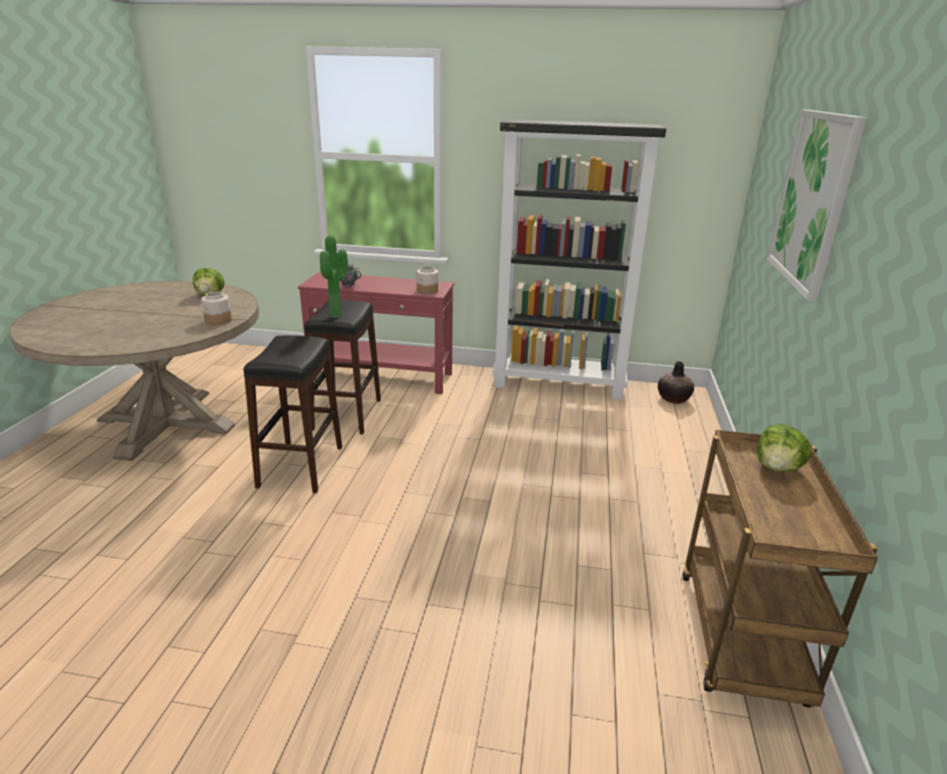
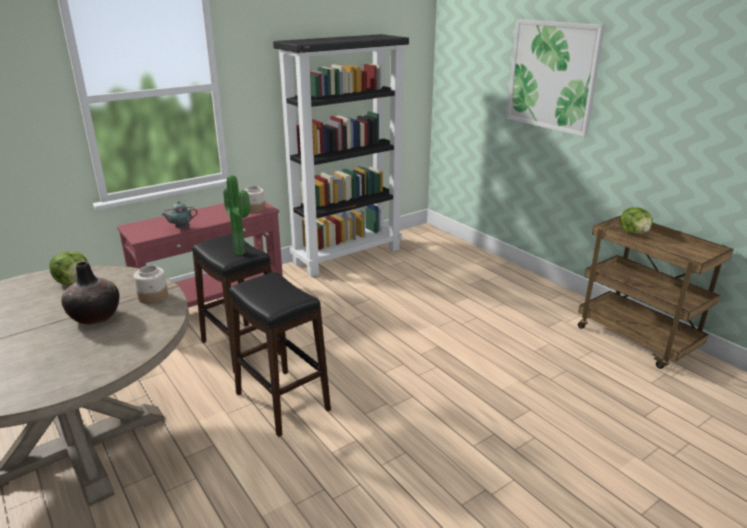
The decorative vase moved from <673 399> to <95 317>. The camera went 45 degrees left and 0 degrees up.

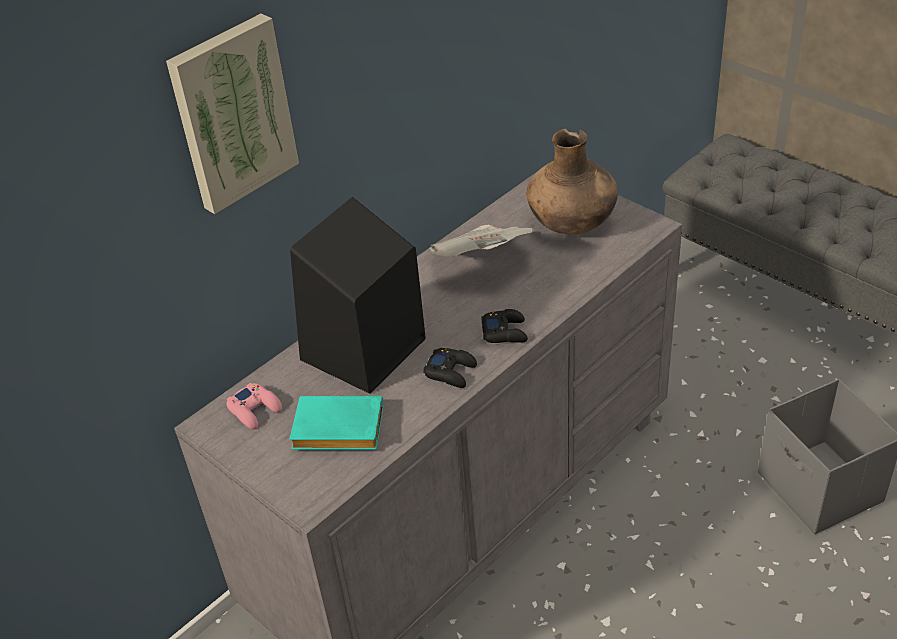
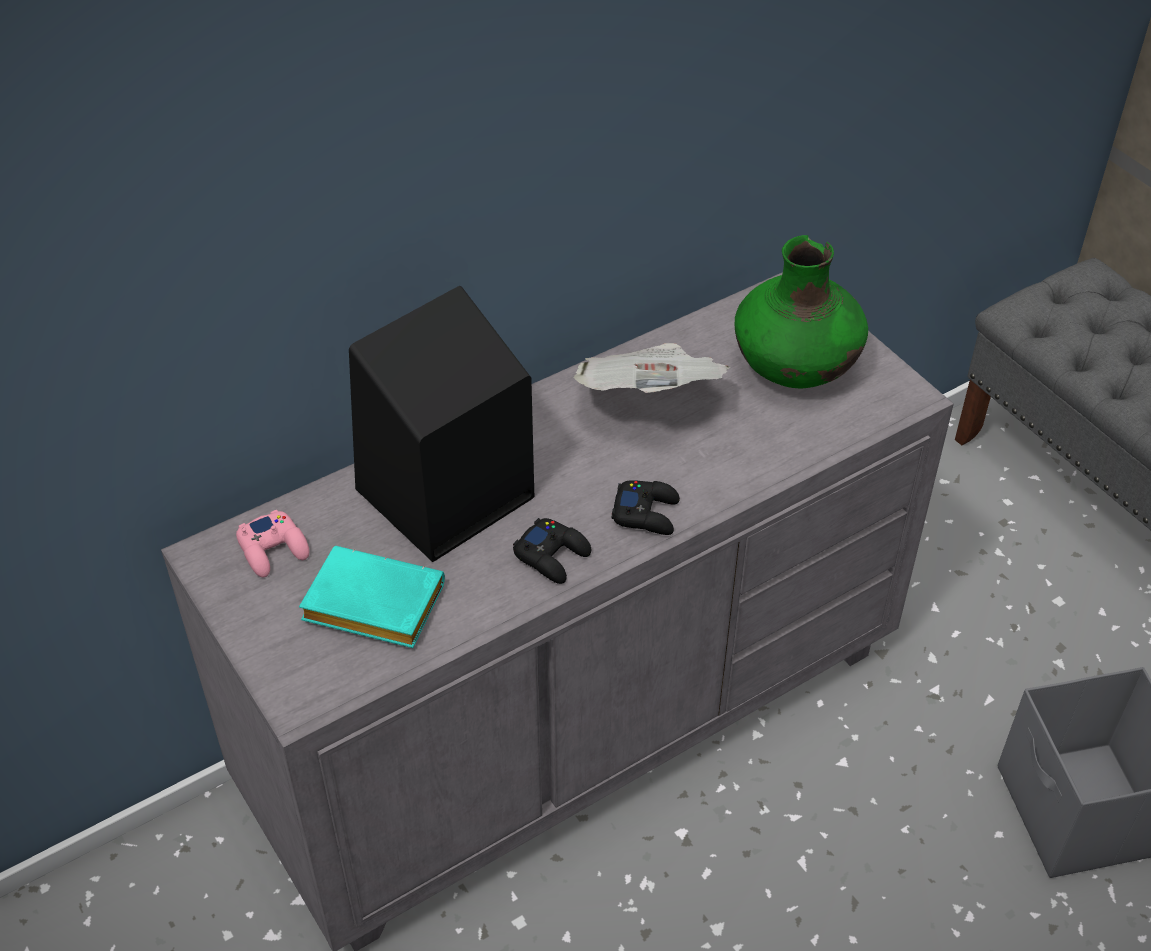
The wall picture at <232 113> disappeared. The decorative vase in brown at <572 224> became the decorative vase in greenish at <795 369>. The camera went 10 degrees right and 5 degrees up.

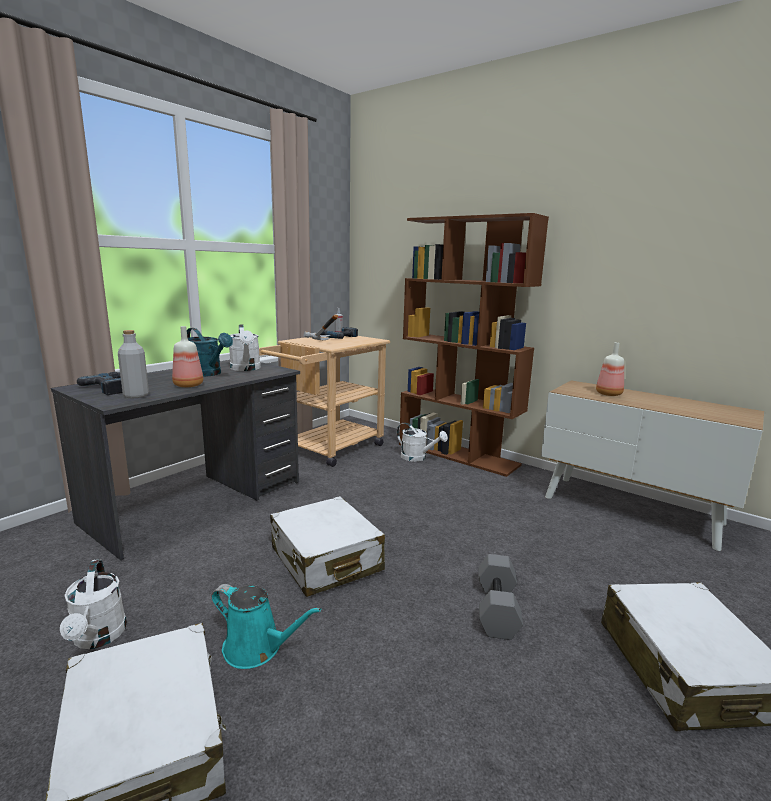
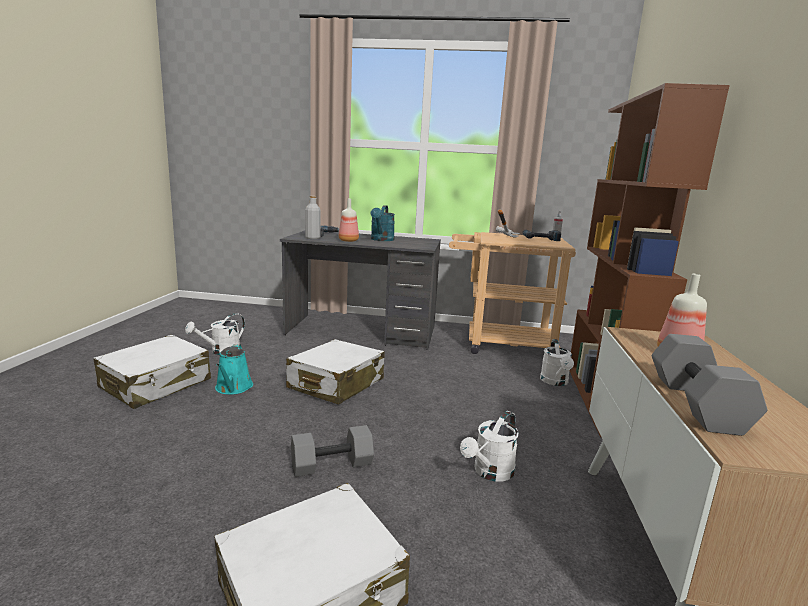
The dumbbell in gray at <693 403> appeared. The sprinkling can in white-coloured moved from <246 369> to <490 473>. The camera went 60 degrees right and 0 degrees up.

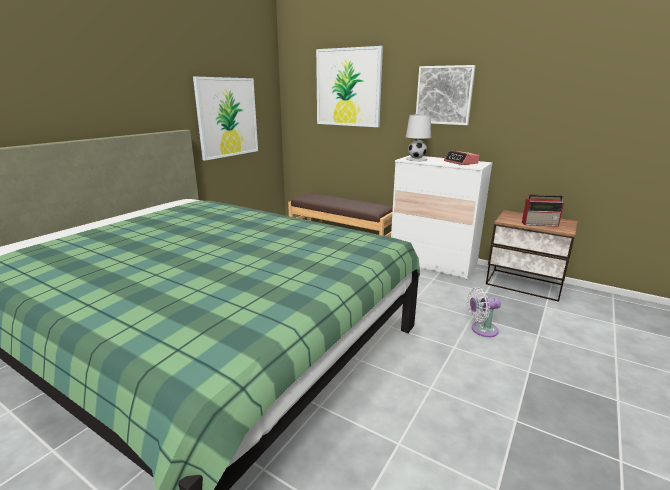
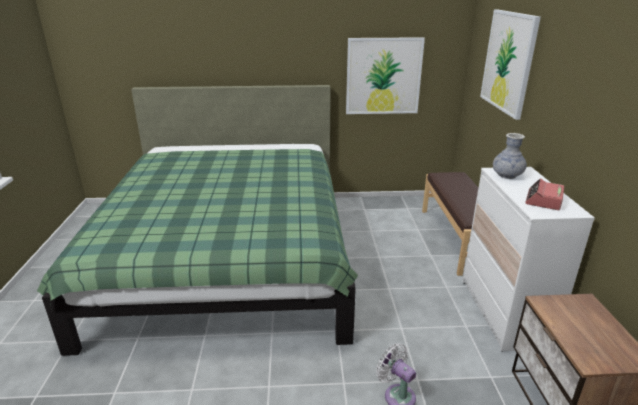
The wall picture at <444 95> disappeared. The radio at <540 224> disappeared. The table lamp in white-coloured at <416 159> was replaced by the decorative vase at <507 175>. The camera went 55 degrees right and 5 degrees up.

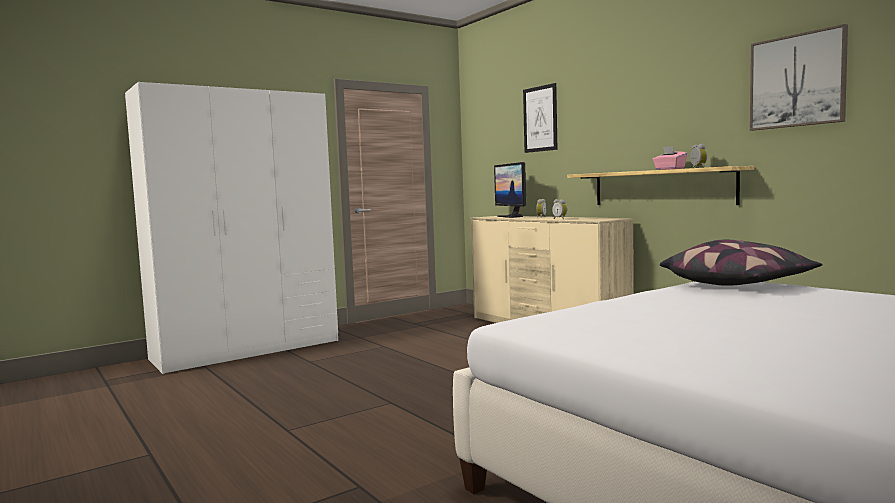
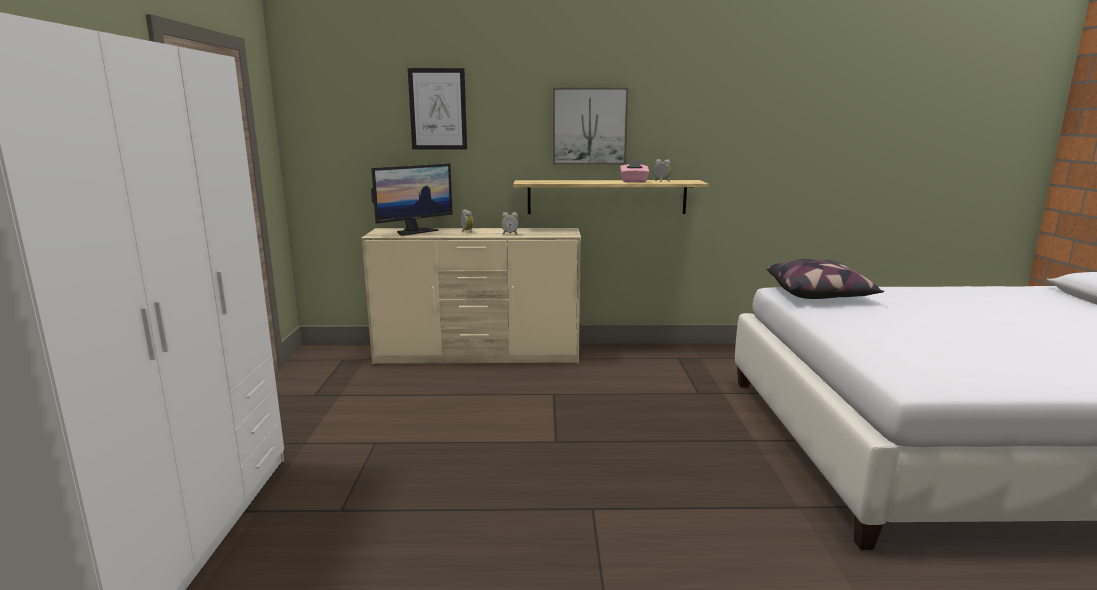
The wall picture moved from <797 81> to <589 126>. The computer screen at <512 216> turned 60 degrees counterclockwise. The camera went 55 degrees left and 10 degrees up.

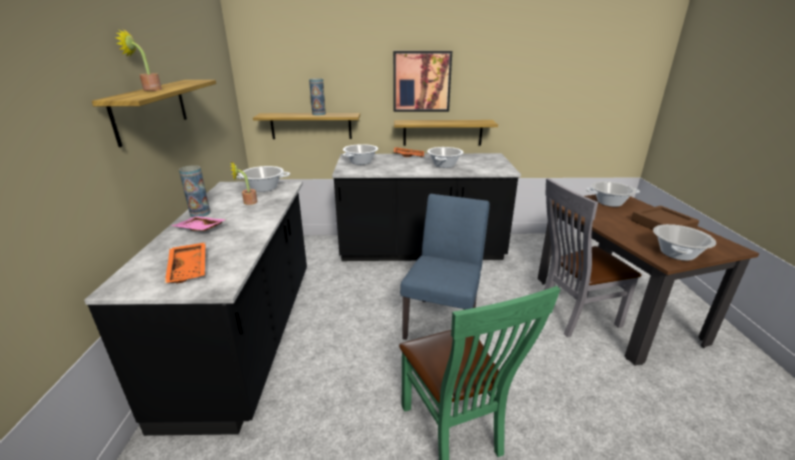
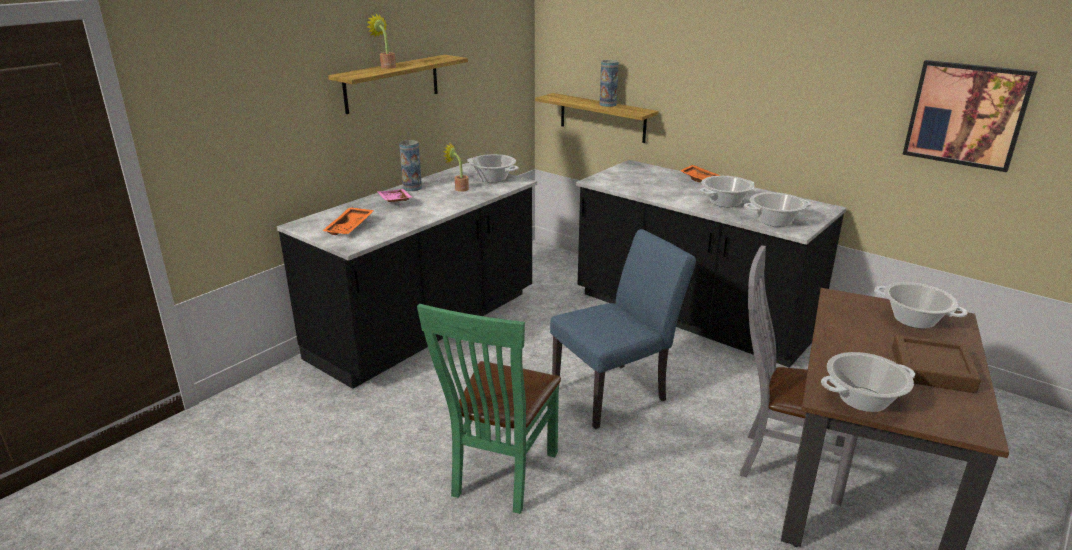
The wall shelf at <442 132> disappeared. The saucepot moved from <361 162> to <775 221>. The wall picture moved from <421 81> to <966 114>. The camera went 40 degrees right and 0 degrees up.

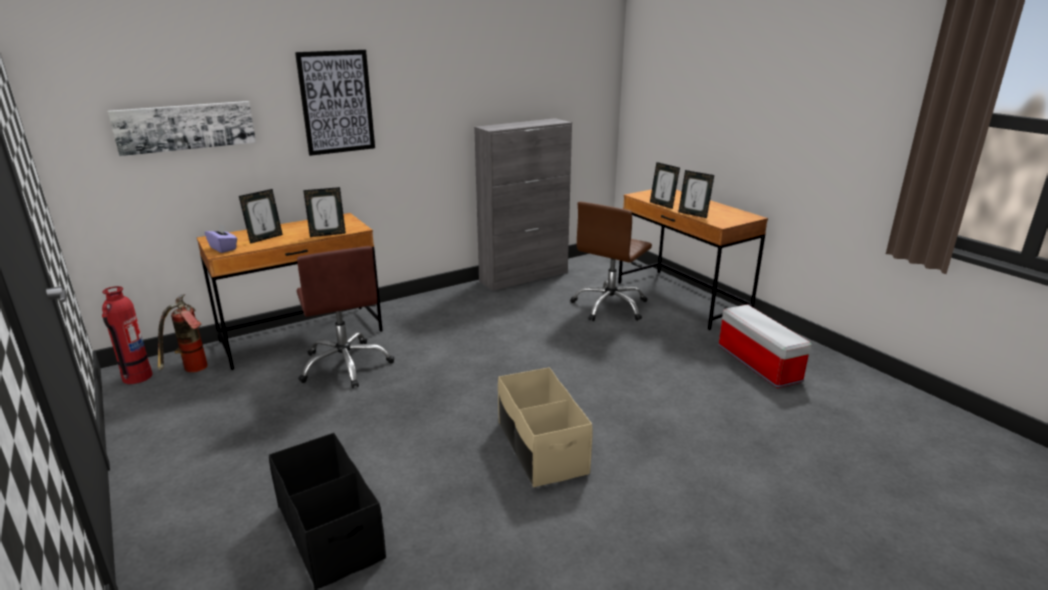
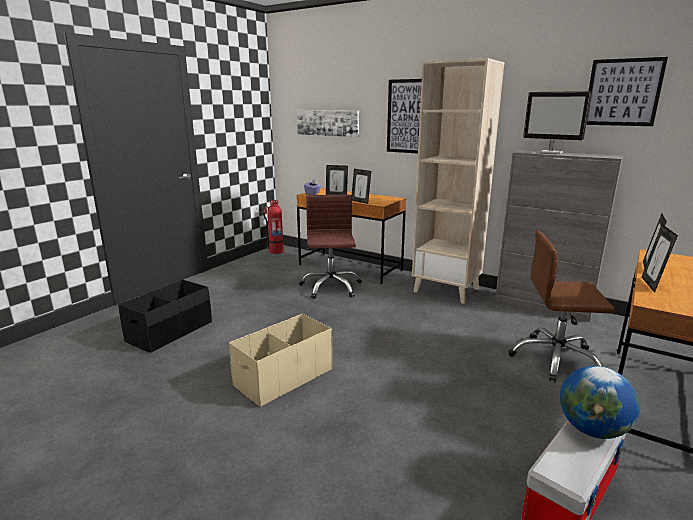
The fire extinguisher at <191 371> disappeared. The bookshelf in beige-coloured at <446 290> appeared. The computer screen at <550 153> appeared. The world globe at <592 430> appeared. The wall picture at <623 92> appeared. The computer chair in brown at <346 365> turned 135 degrees clockwise. The camera went 65 degrees right and 5 degrees down.

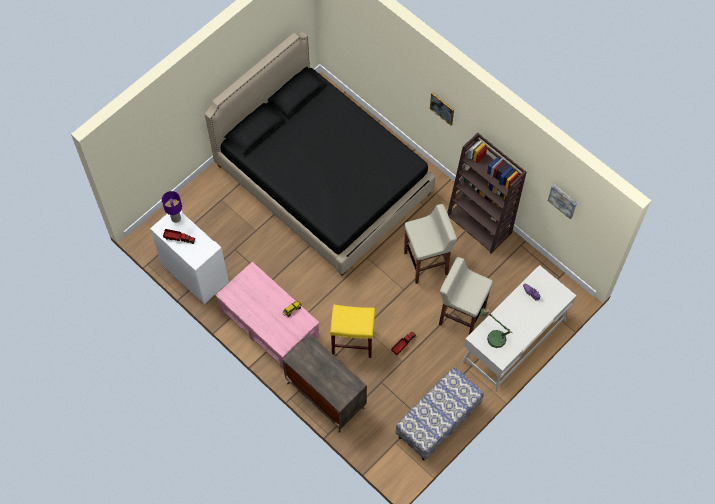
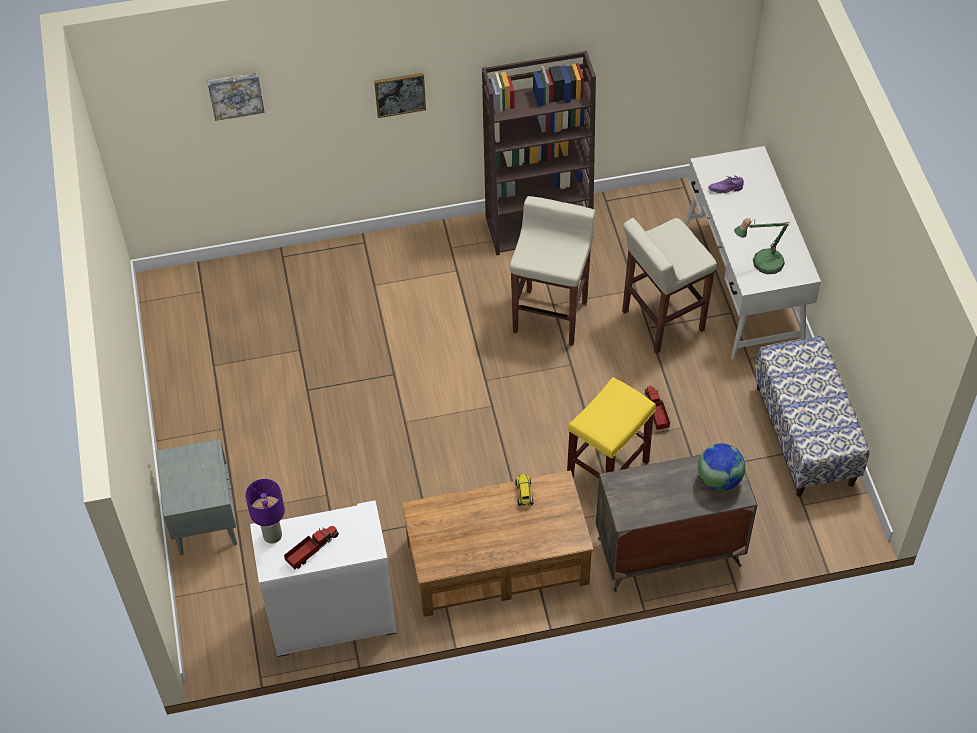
The sleeping bed in blackish at <323 179> disappeared. The night table in gray at <205 523> appeared. The world globe at <719 479> appeared. The wall picture moved from <563 200> to <235 94>. The lounge table in pinkish at <269 323> became the lounge table in brown at <496 561>. The camera went 55 degrees left and 10 degrees down.

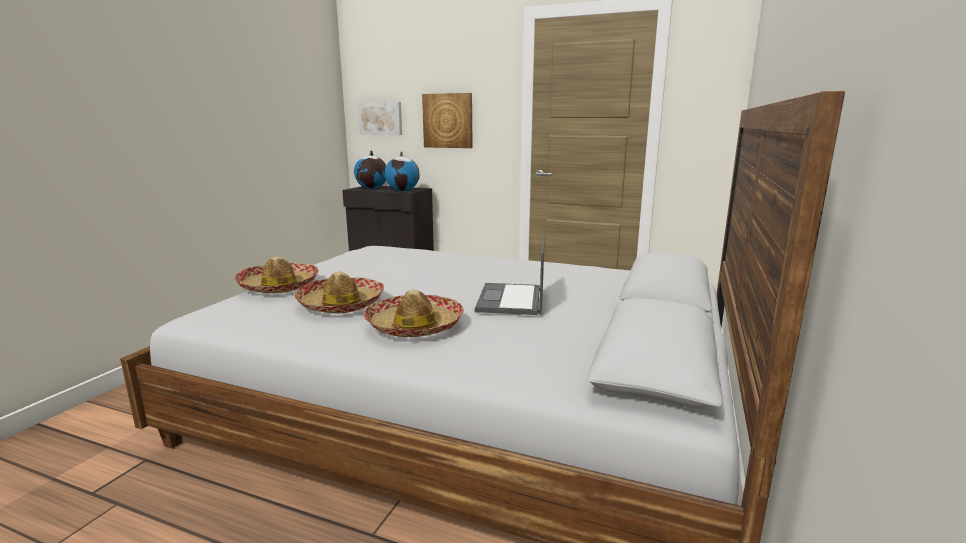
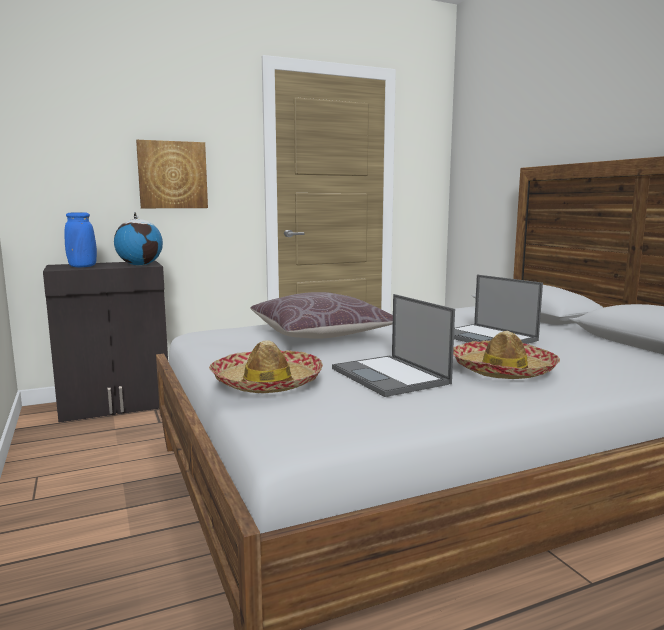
The wall picture at <381 118> disappeared. The cushion in brown at <320 335> appeared. The wearable hat at <341 304> was replaced by the portable computer at <391 376>. The world globe at <372 188> was replaced by the decorative vase in blue-coloured at <82 267>. The camera went 45 degrees left and 5 degrees down.

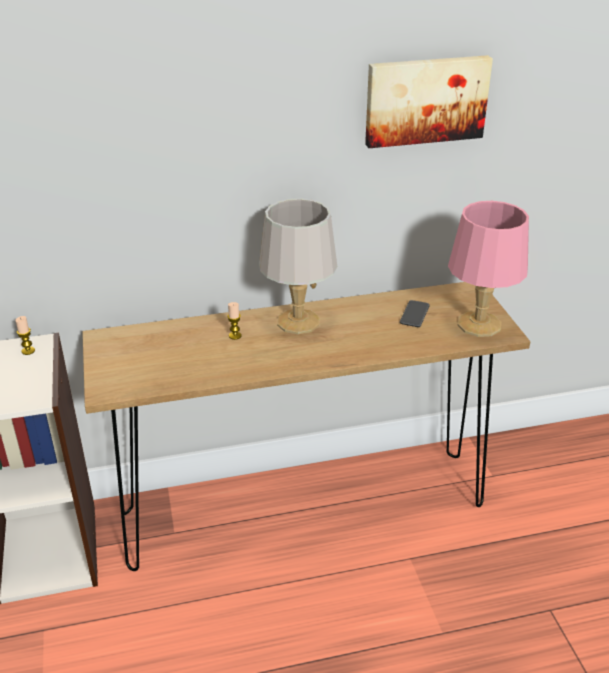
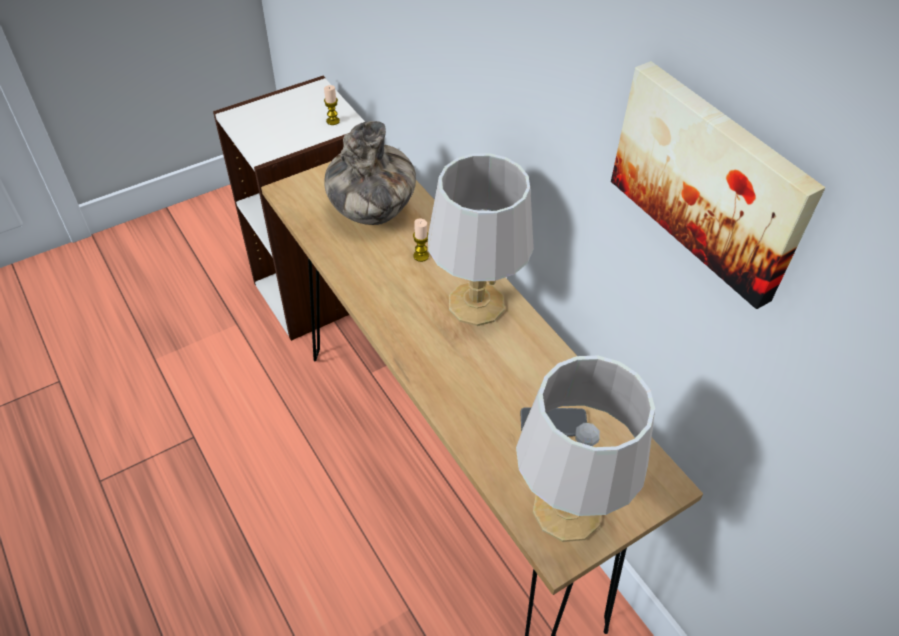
The decorative vase at <373 212> appeared. The table lamp in pinkish at <478 324> became the table lamp in gray at <566 508>. The camera went 70 degrees right and 15 degrees up.

